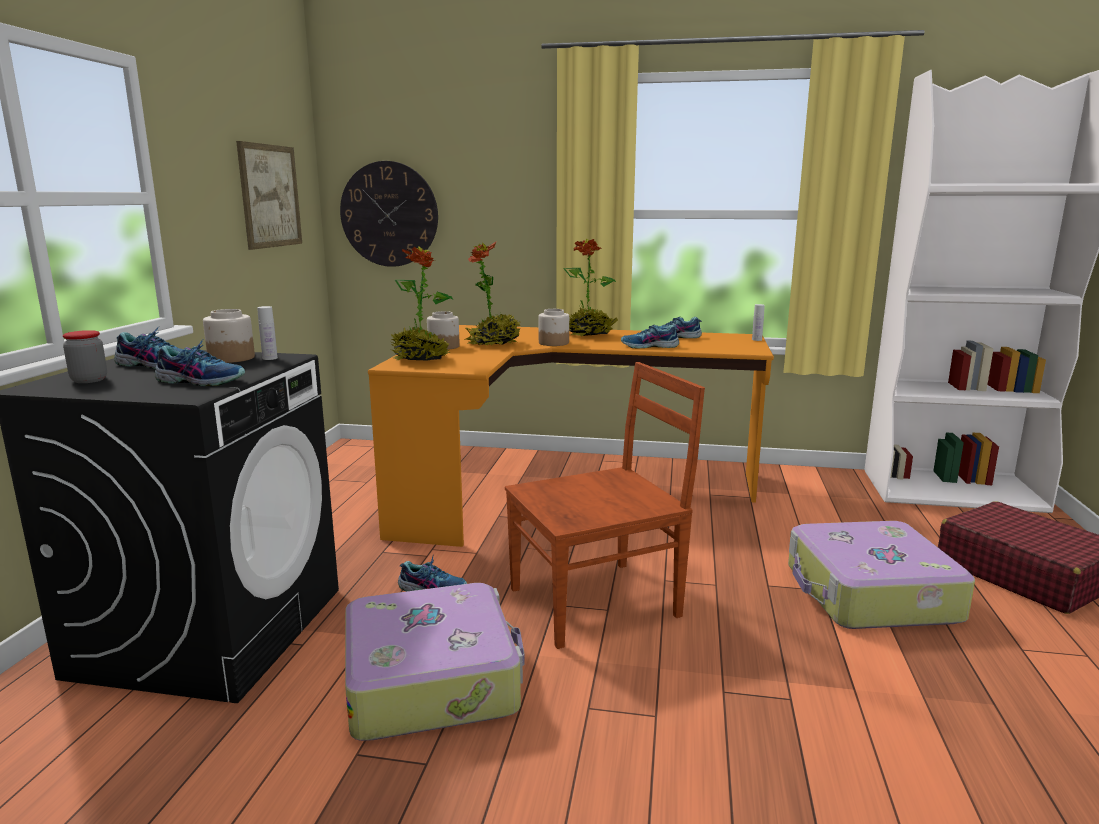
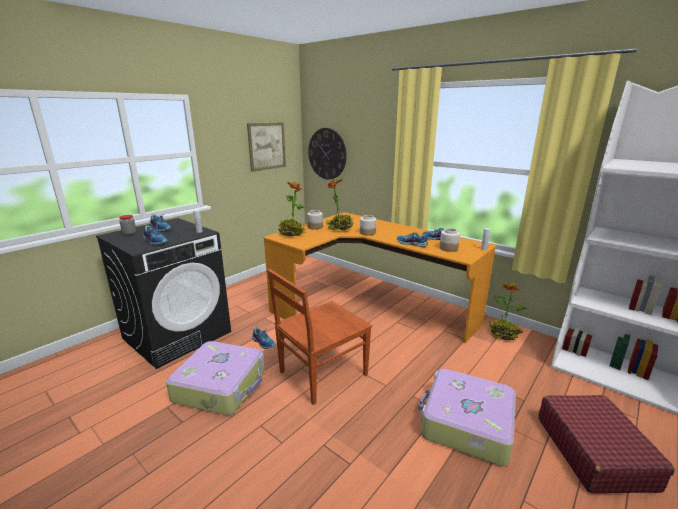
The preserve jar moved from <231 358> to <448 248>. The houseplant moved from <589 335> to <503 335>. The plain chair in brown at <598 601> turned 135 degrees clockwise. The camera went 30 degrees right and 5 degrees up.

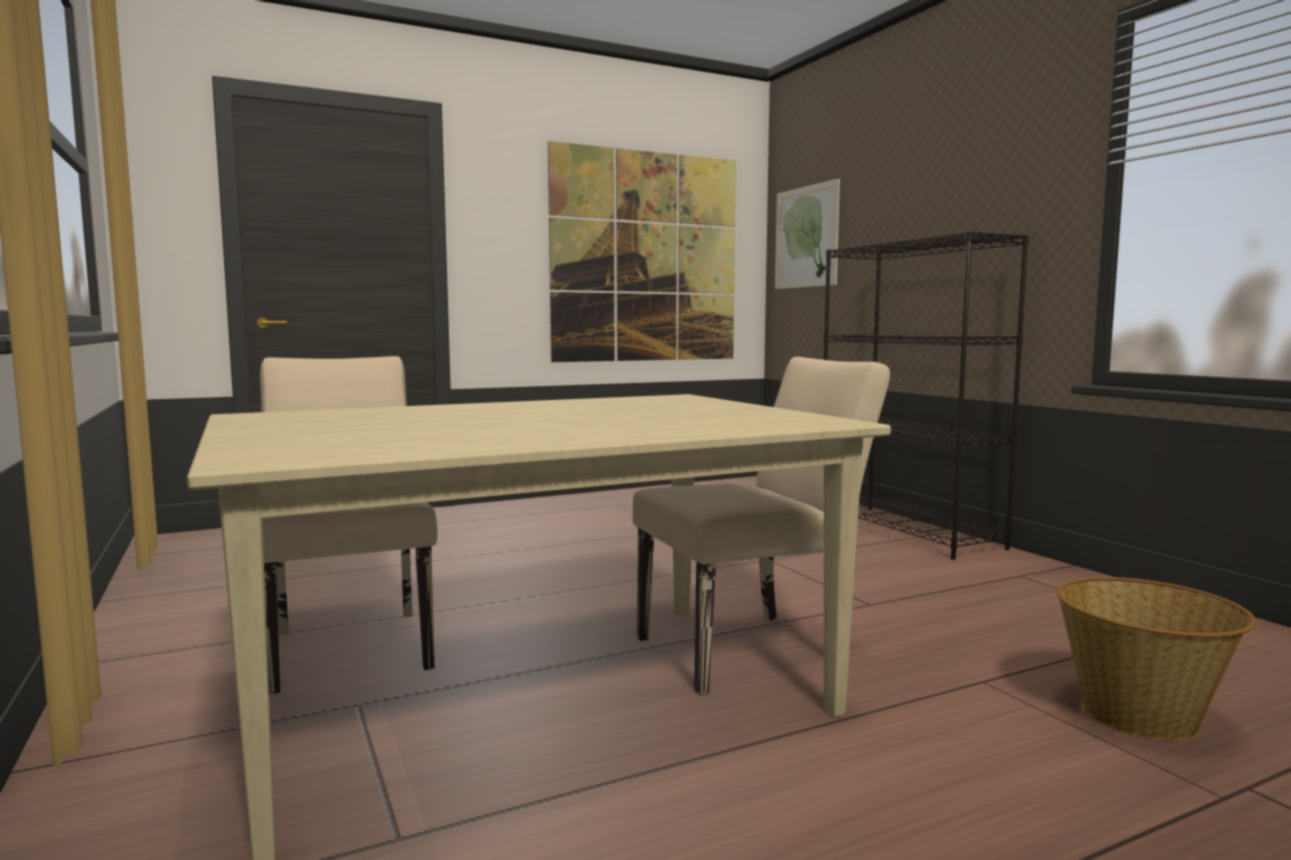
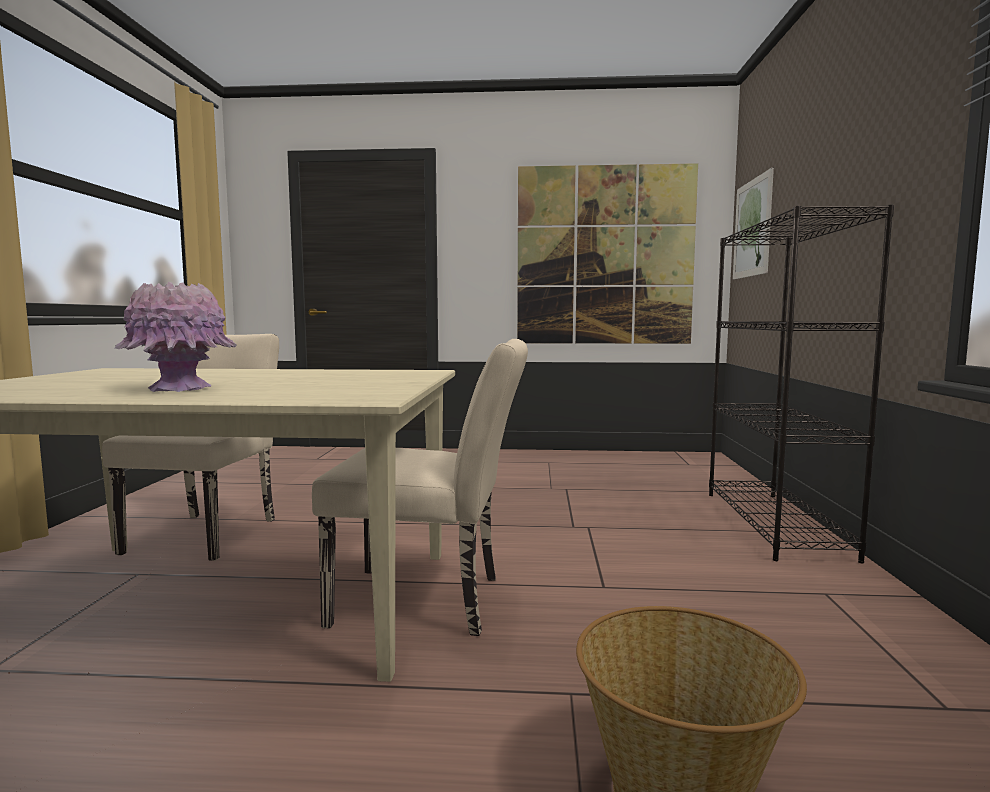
The decorative vase in pinkish at <180 388> appeared. The camera went 30 degrees right and 0 degrees up.

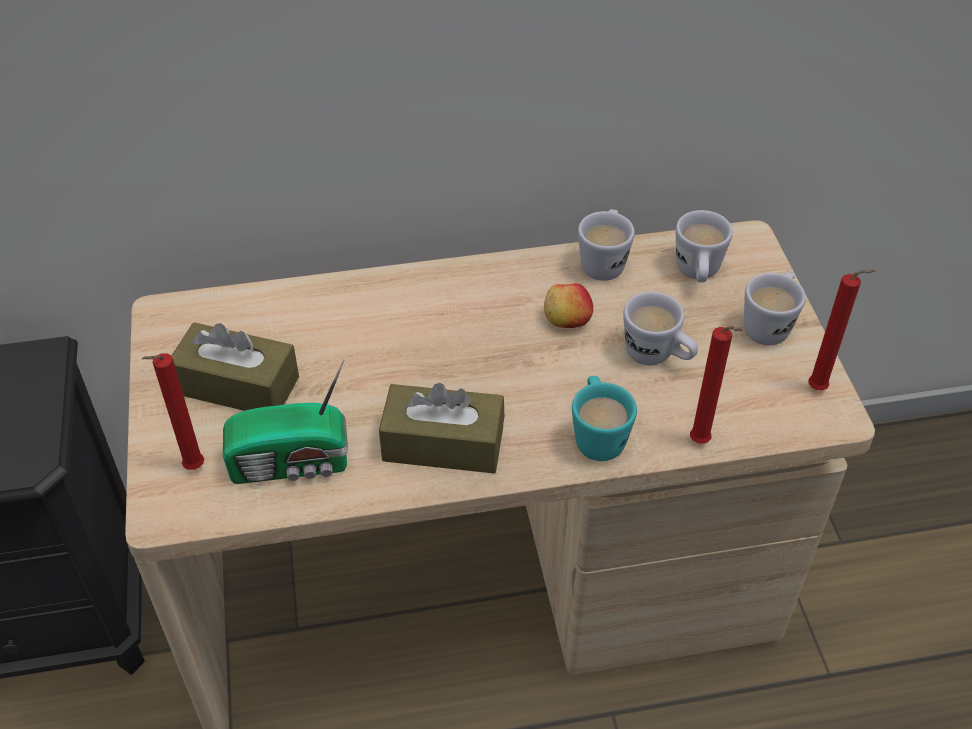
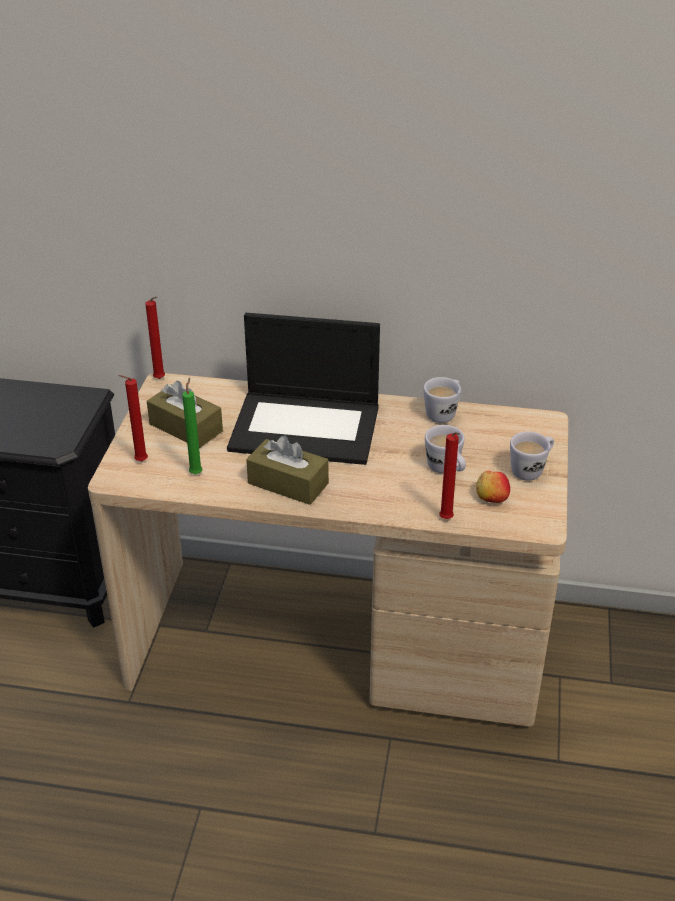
The coffee mug in turquoise at <597 435> disappeared. The coffee mug in white-coloured at <697 275> disappeared. The portable computer at <307 427> appeared. The whole apple moved from <567 320> to <491 498>. The candle in red moved from <820 389> to <160 379>. The radio at <293 464> was replaced by the candle in greenish at <196 472>. The camera went 20 degrees right and 10 degrees down.

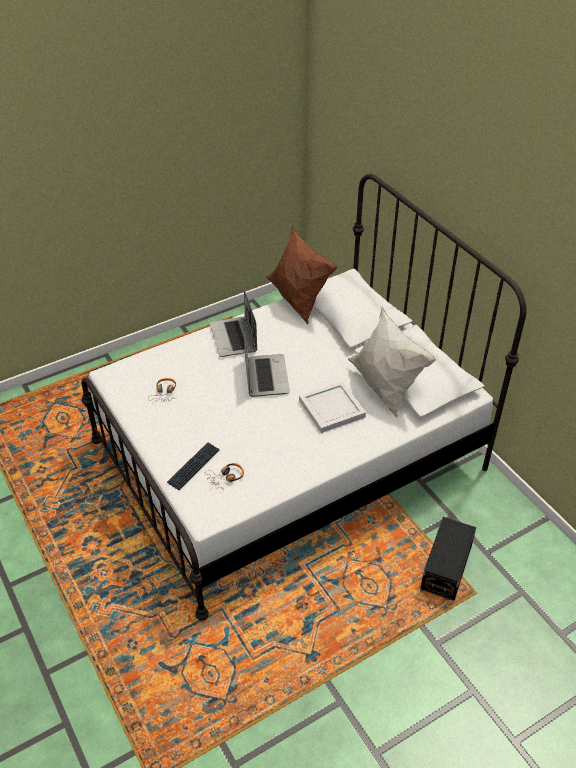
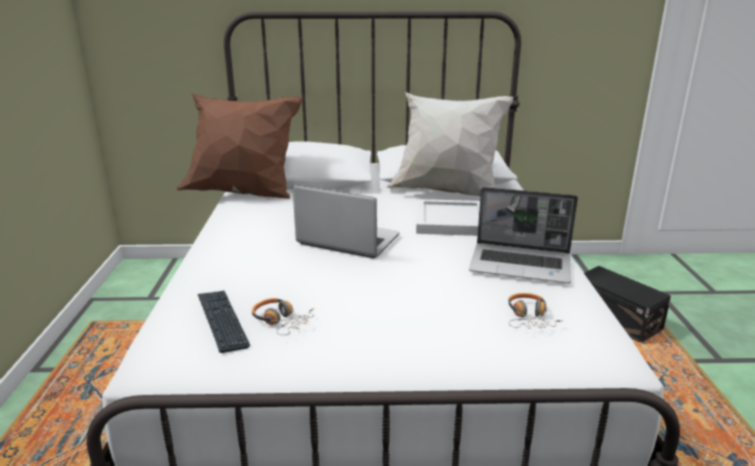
The keyboard moved from <194 466> to <222 321>. The portable computer moved from <234 338> to <521 265>. The camera went 60 degrees left and 20 degrees down.

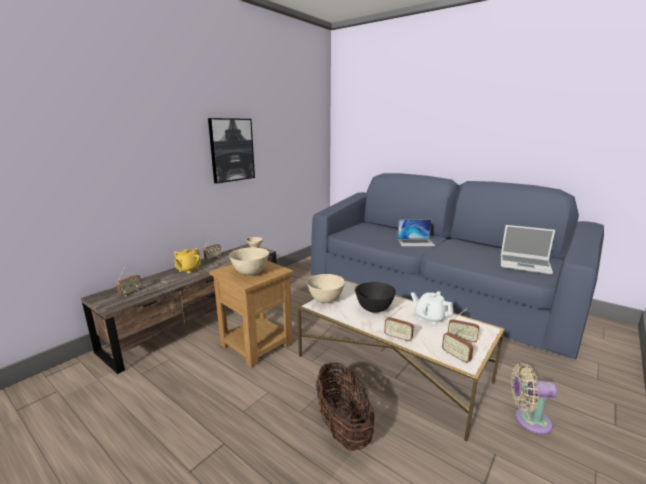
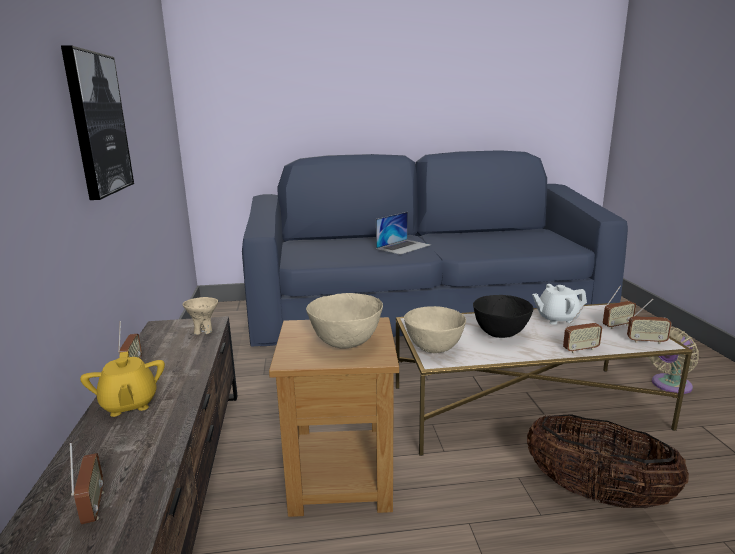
The portable computer at <525 265> disappeared. The camera went 45 degrees left and 0 degrees up.

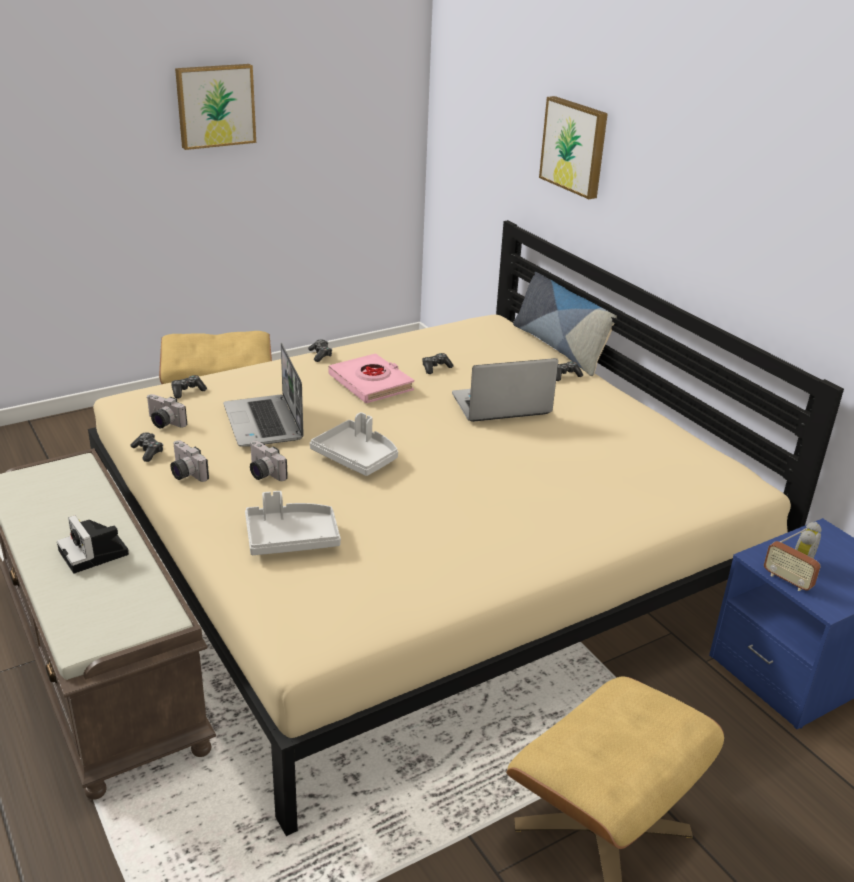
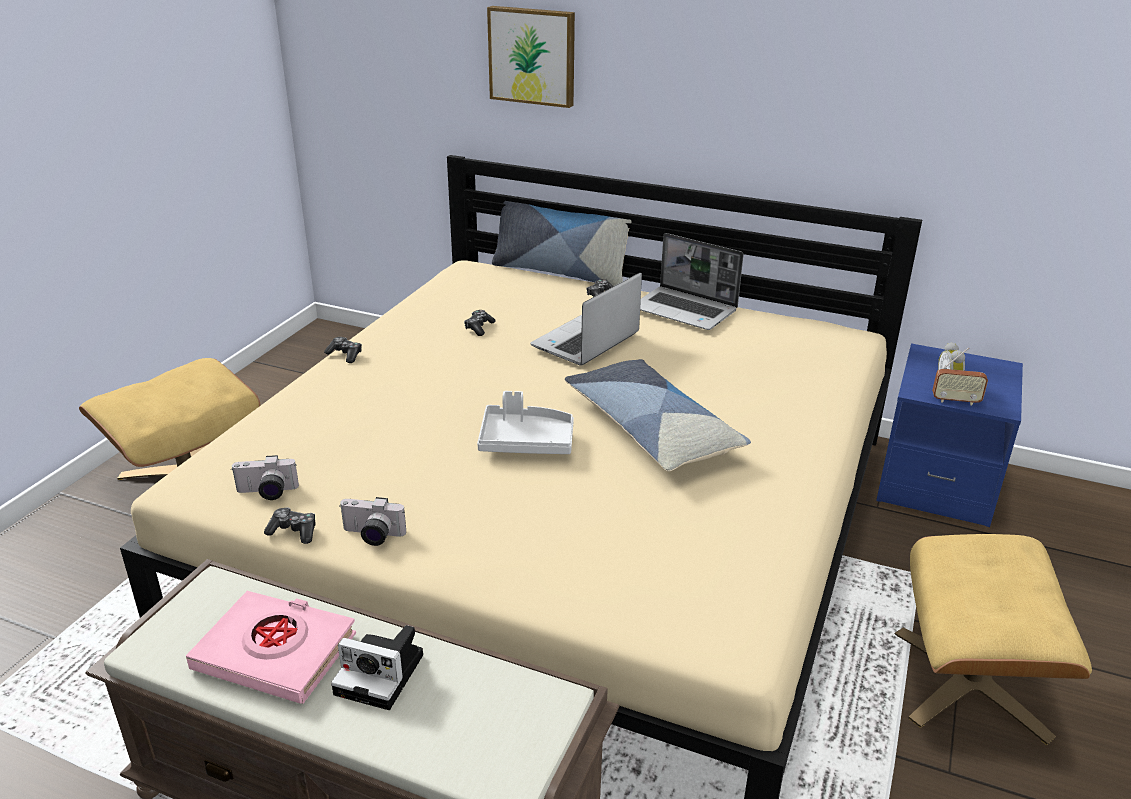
The joypad at <187 391> disappeared. The wall picture at <215 105> disappeared. The carrying tray in gray at <291 538> disappeared. The photo camera at <263 473> disappeared. The cushion at <651 429> appeared. The portable computer moved from <264 423> to <685 310>. The book in pinkish moved from <371 383> to <276 652>. The camera went 35 degrees left and 0 degrees up.

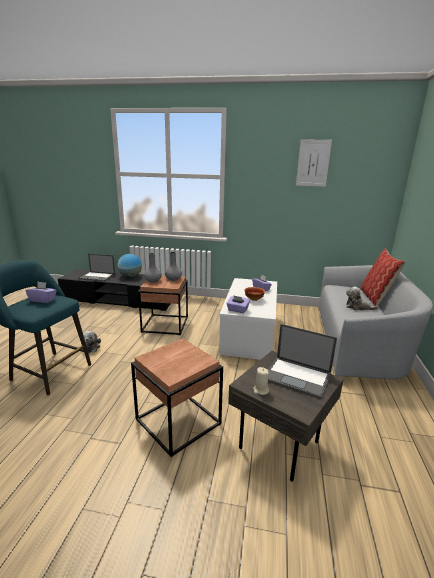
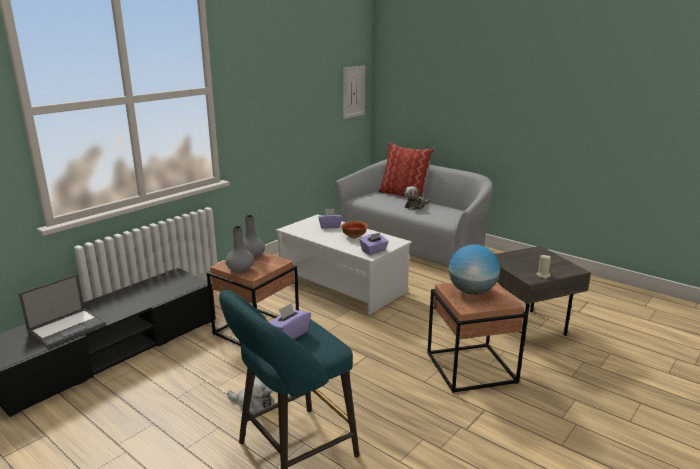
The portable computer at <298 377> disappeared. The world globe moved from <130 276> to <472 292>. The wall picture moved from <313 163> to <353 91>. The camera went 60 degrees left and 0 degrees up.

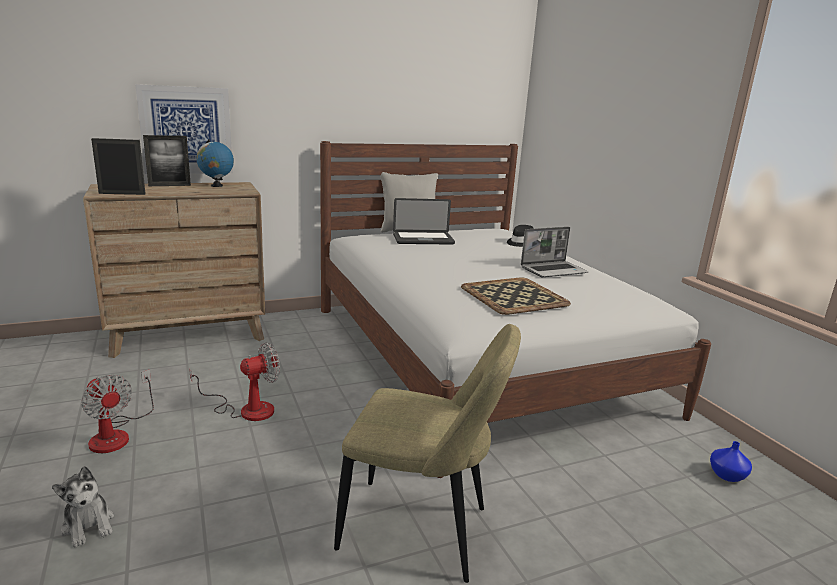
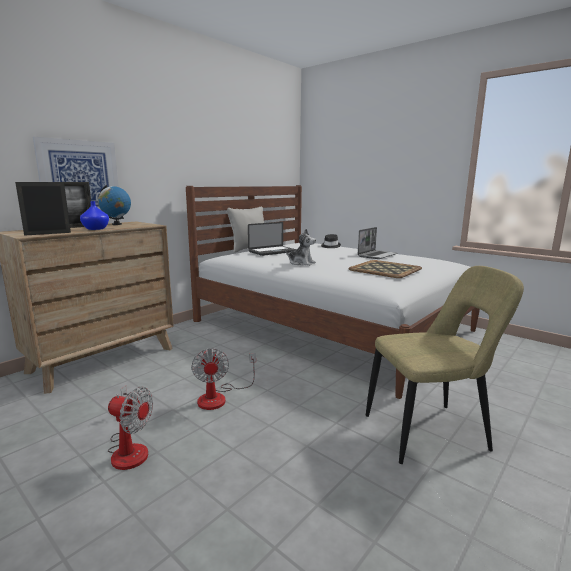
The plush toy moved from <88 525> to <301 263>. The decorative vase in blue-coloured moved from <727 475> to <96 229>. The cooling fan at <246 409> turned 135 degrees clockwise. The camera went 25 degrees left and 5 degrees down.

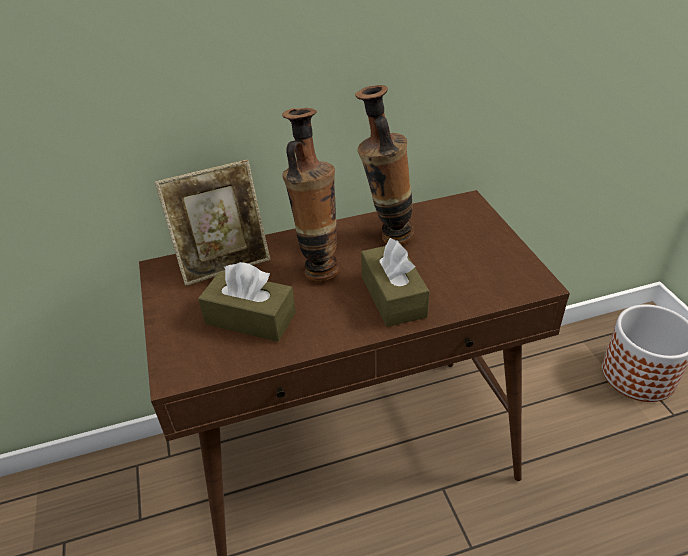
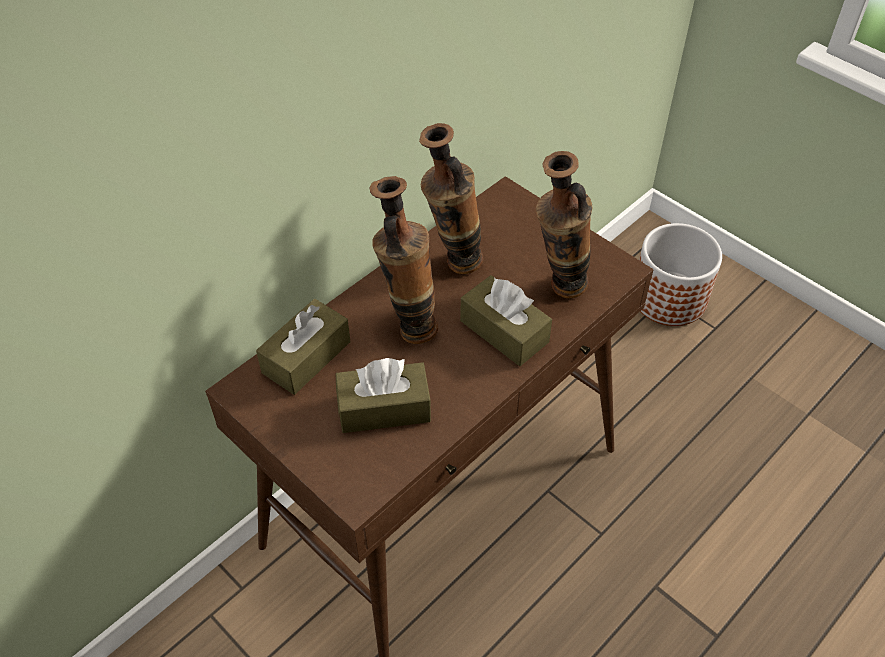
The decorative vase at <557 290> appeared. The photo frame at <224 263> was replaced by the tissue box in brown at <306 357>. The camera went 30 degrees left and 10 degrees up.

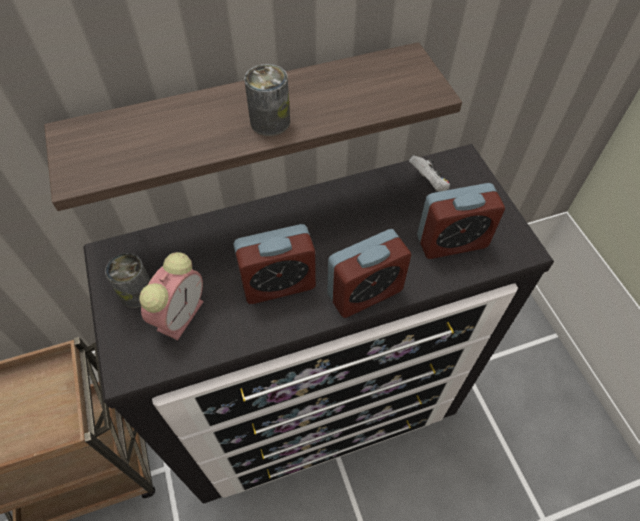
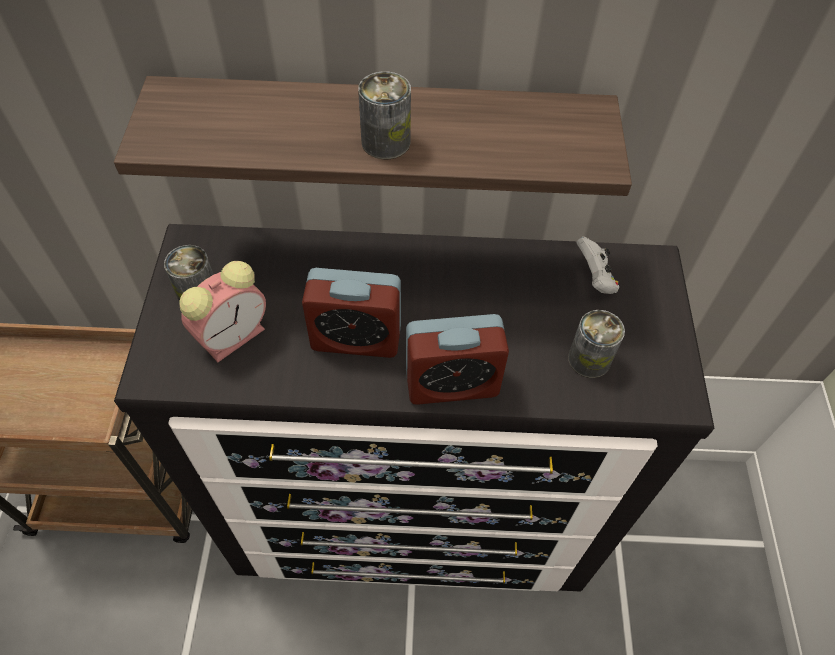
The bedside clock at <451 242> was replaced by the can at <589 359>. The camera went 20 degrees right and 0 degrees up.

